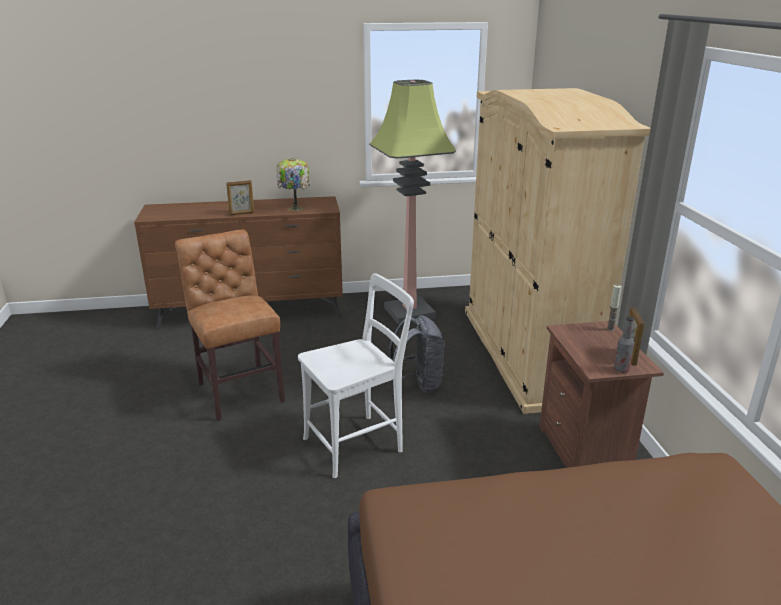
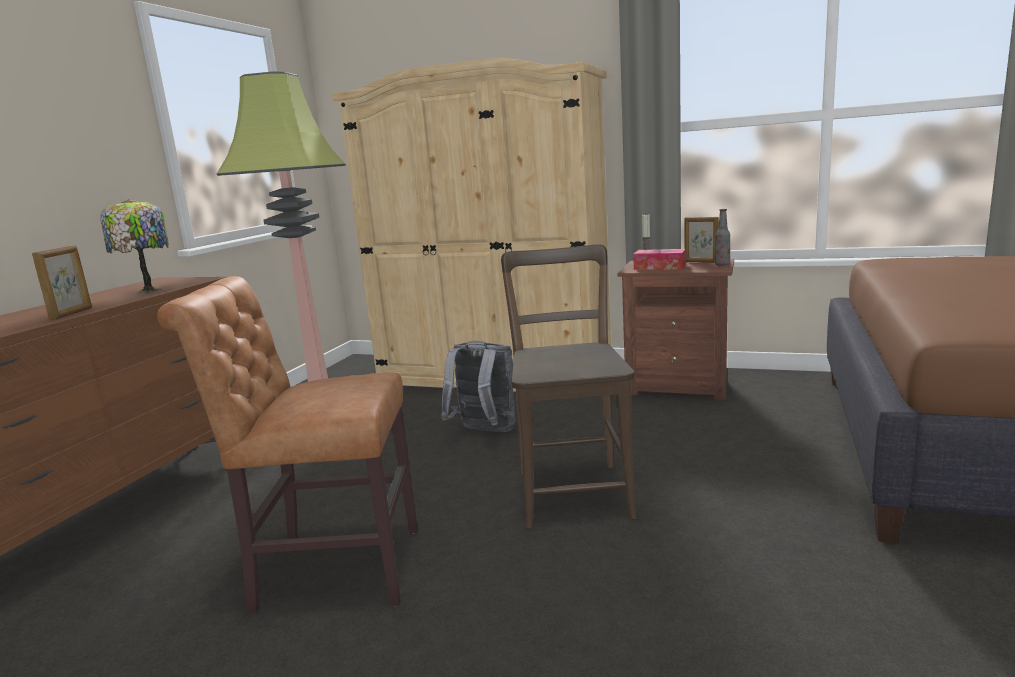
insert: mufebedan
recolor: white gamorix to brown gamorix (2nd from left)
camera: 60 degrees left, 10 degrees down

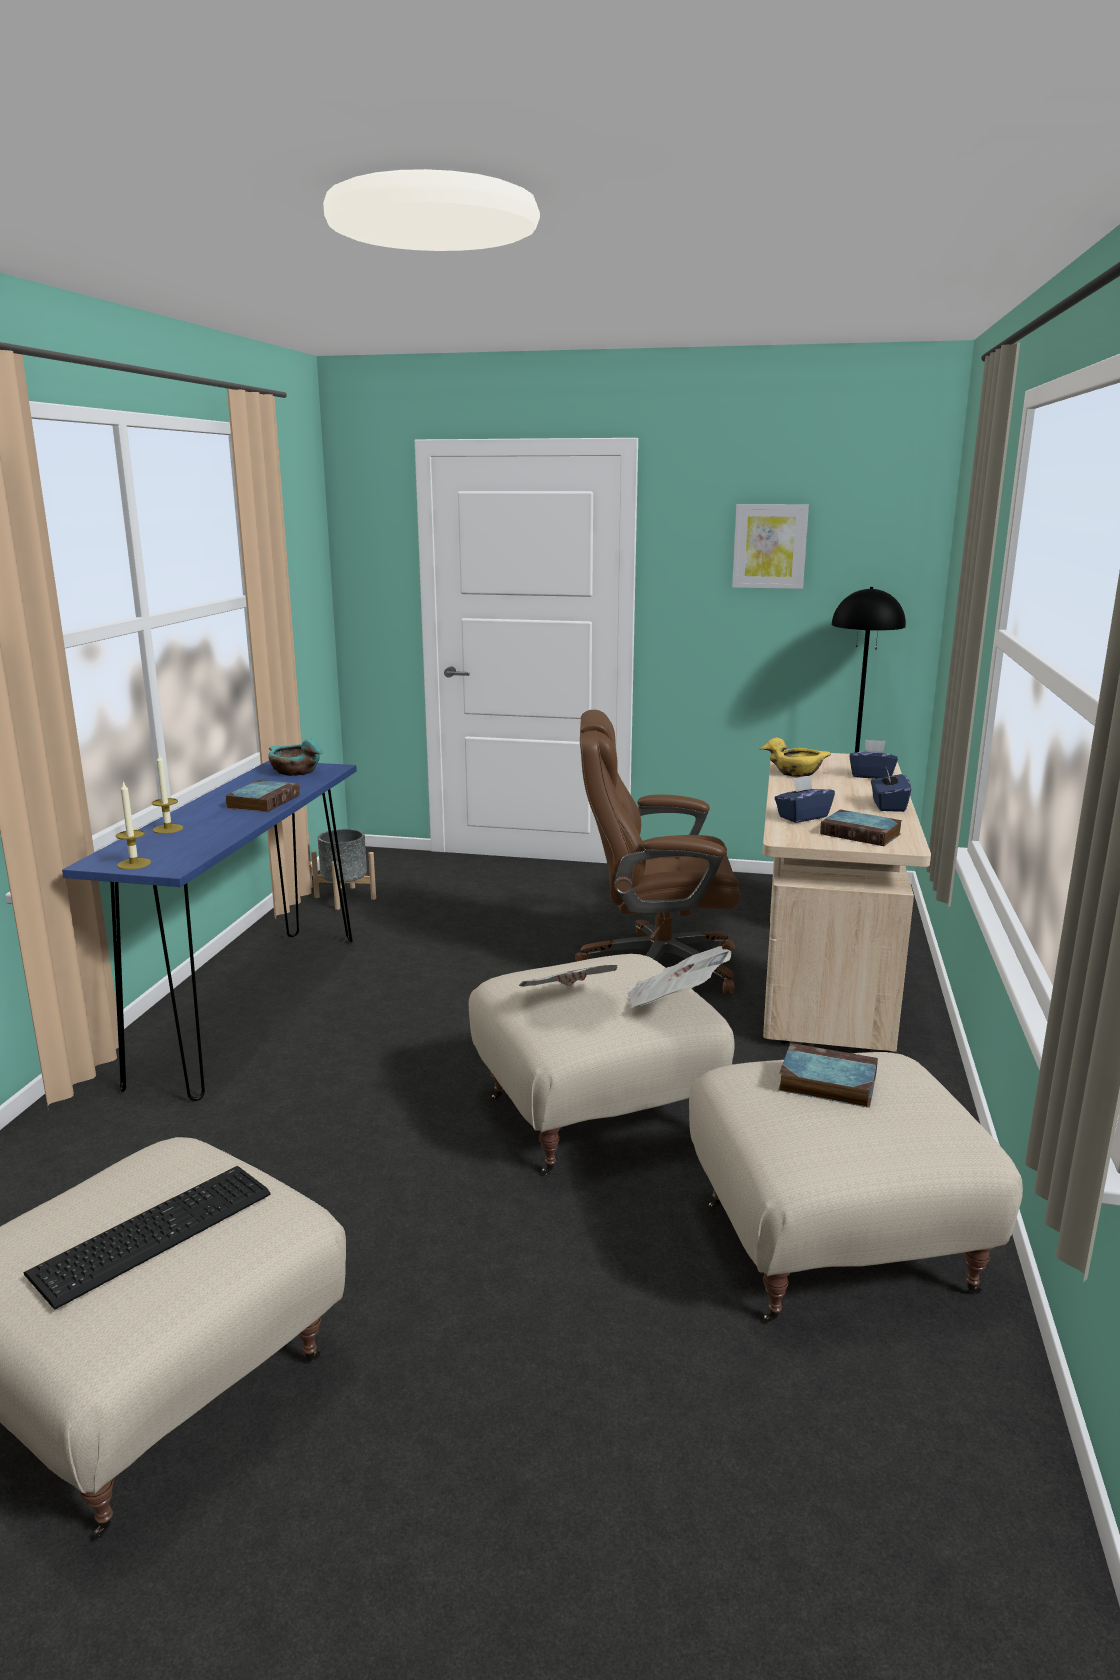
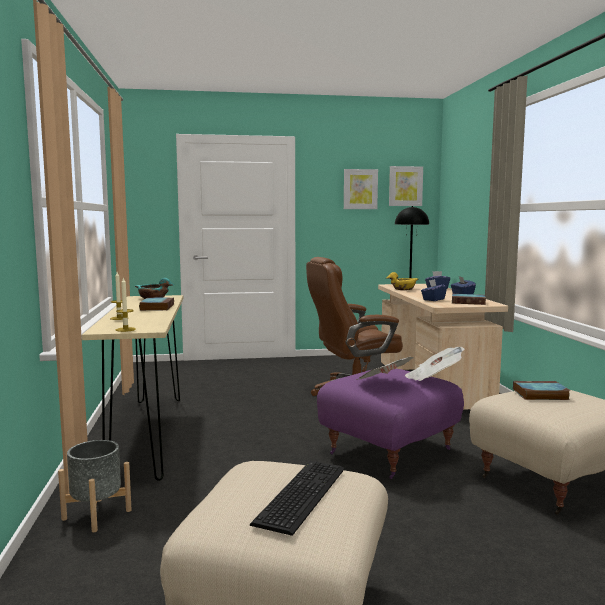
insert: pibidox (2nd from left)
move: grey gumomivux
recolor: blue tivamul to beige tivamul; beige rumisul (2nd from left) to purple rumisul
camera: 20 degrees left, 10 degrees down

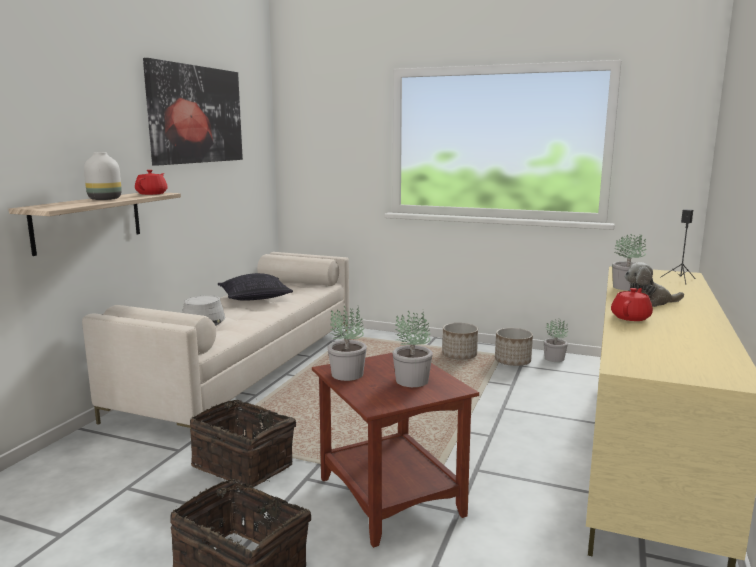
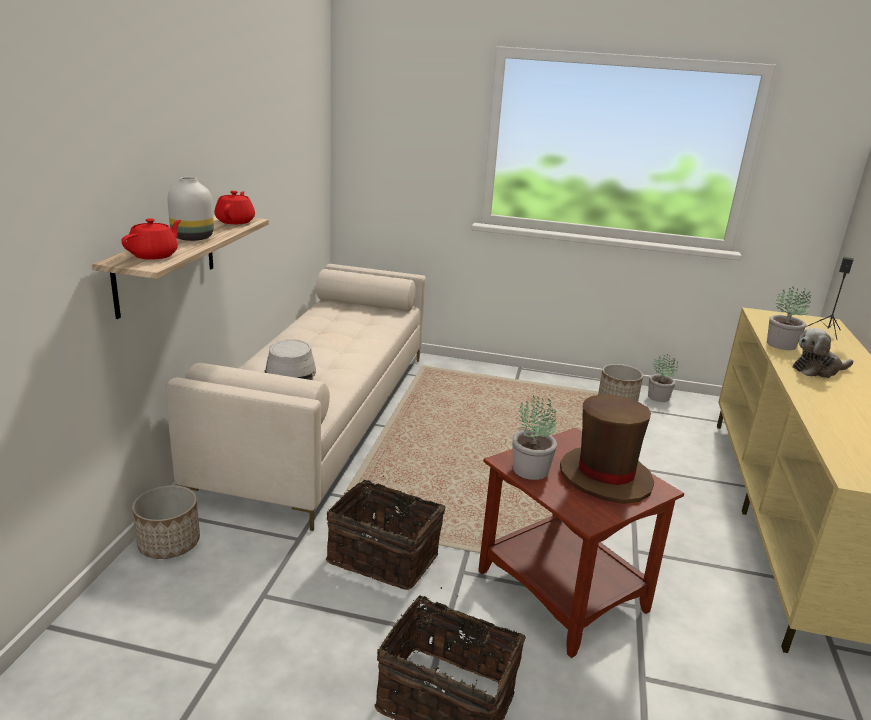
delete: pibidox; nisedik
move: gumomivux (1st from left); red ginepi (2nd from left in the first image) to red ginepi (1st from left)
replace: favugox (2nd from left) to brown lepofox
camera: 10 degrees left, 10 degrees up

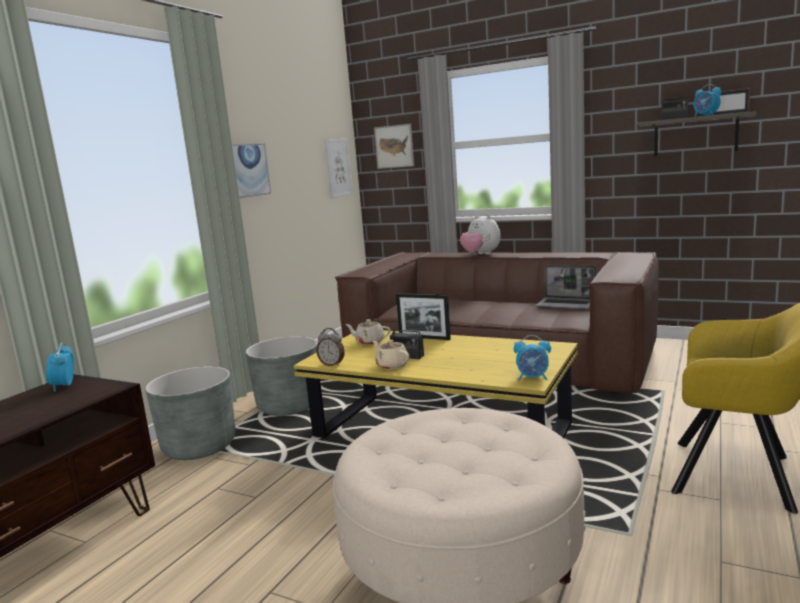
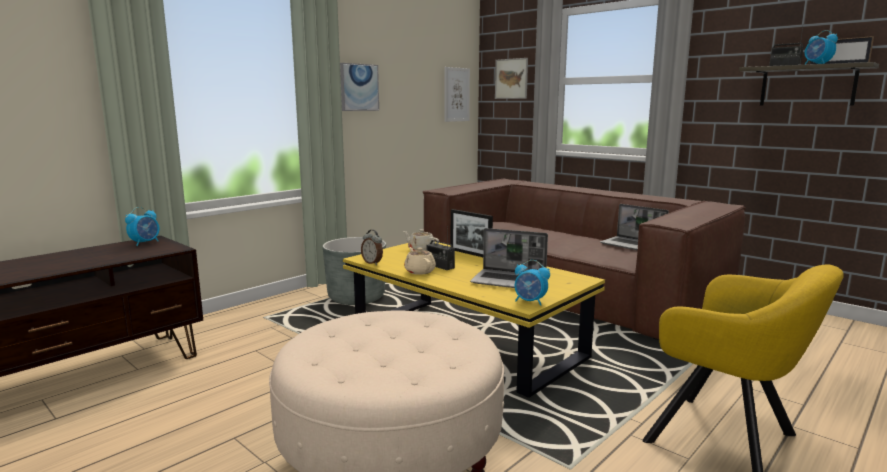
delete: grey gumomivux (1st from left); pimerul
insert: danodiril (1st from left)
rotate: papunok (1st from left) 150 degrees counterclockwise
camera: 15 degrees right, 0 degrees up

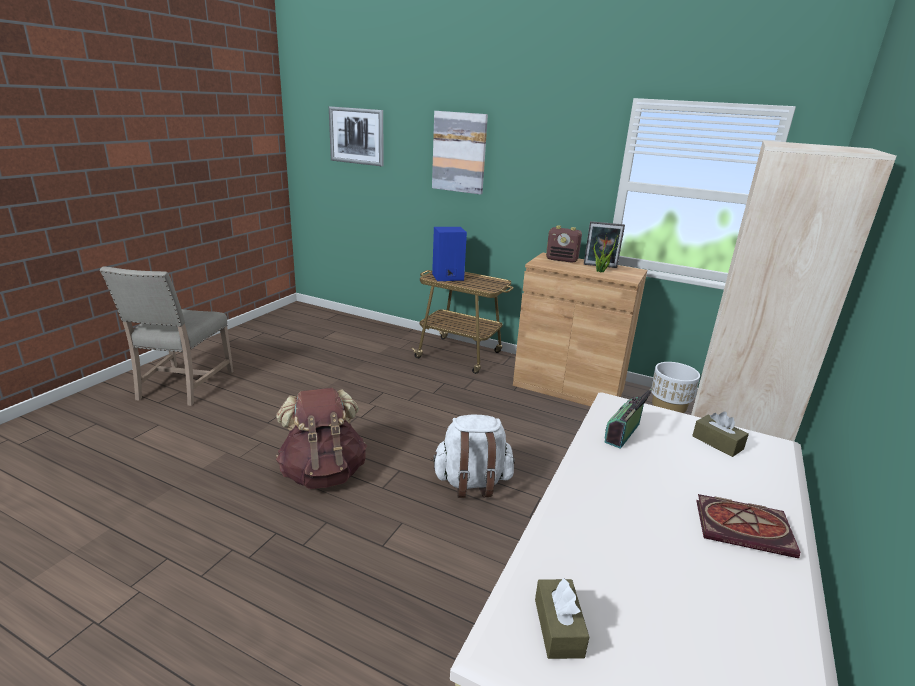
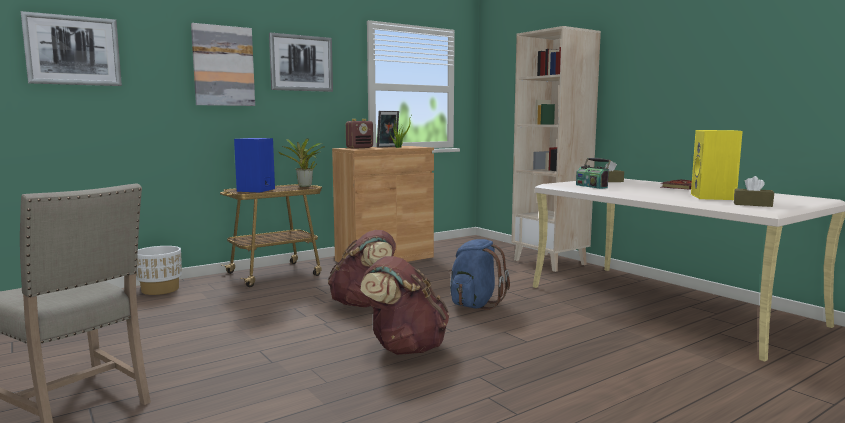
insert: pibidox (3rd from left); favugox (1st from left); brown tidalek (1st from left); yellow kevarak
move: white gumomivux
recolor: white tidalek to blue tidalek
camera: 60 degrees left, 15 degrees down

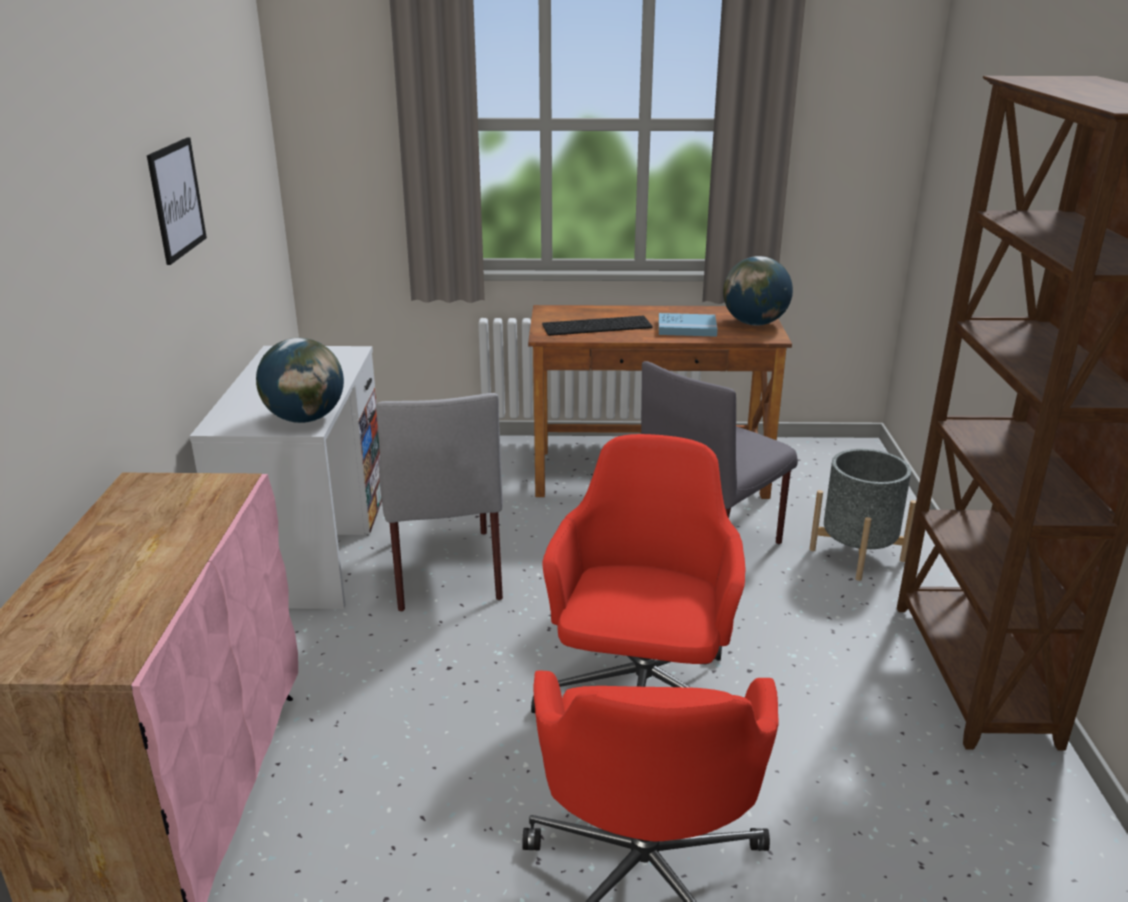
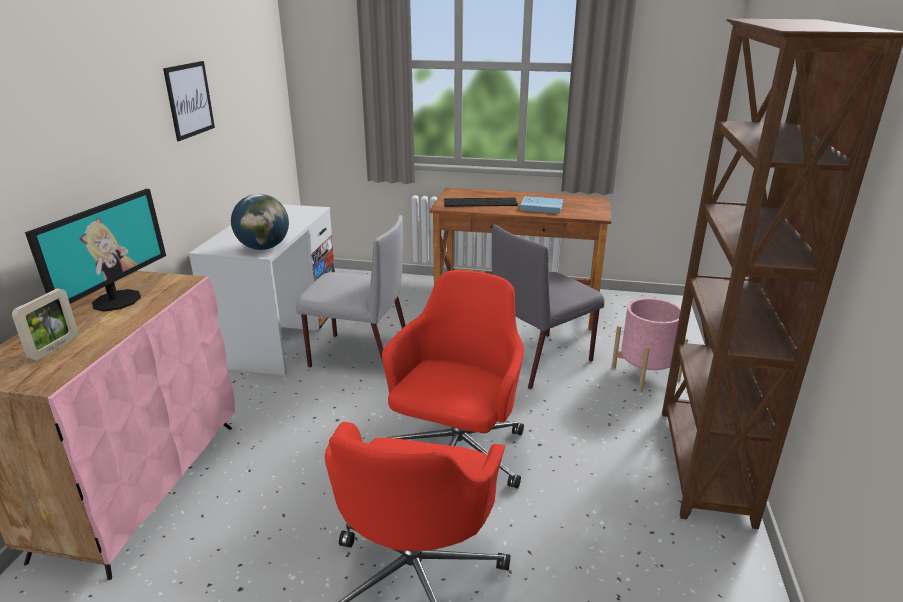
delete: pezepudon (2nd from left)
insert: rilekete; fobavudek
recolor: grey gumomivux to pink gumomivux
rotate: grey gamorix (1st from left) 75 degrees counterclockwise
camera: 10 degrees right, 0 degrees up

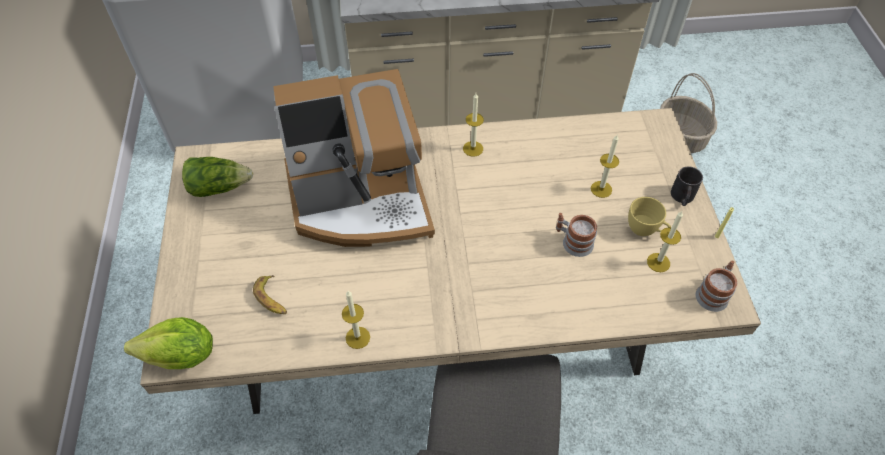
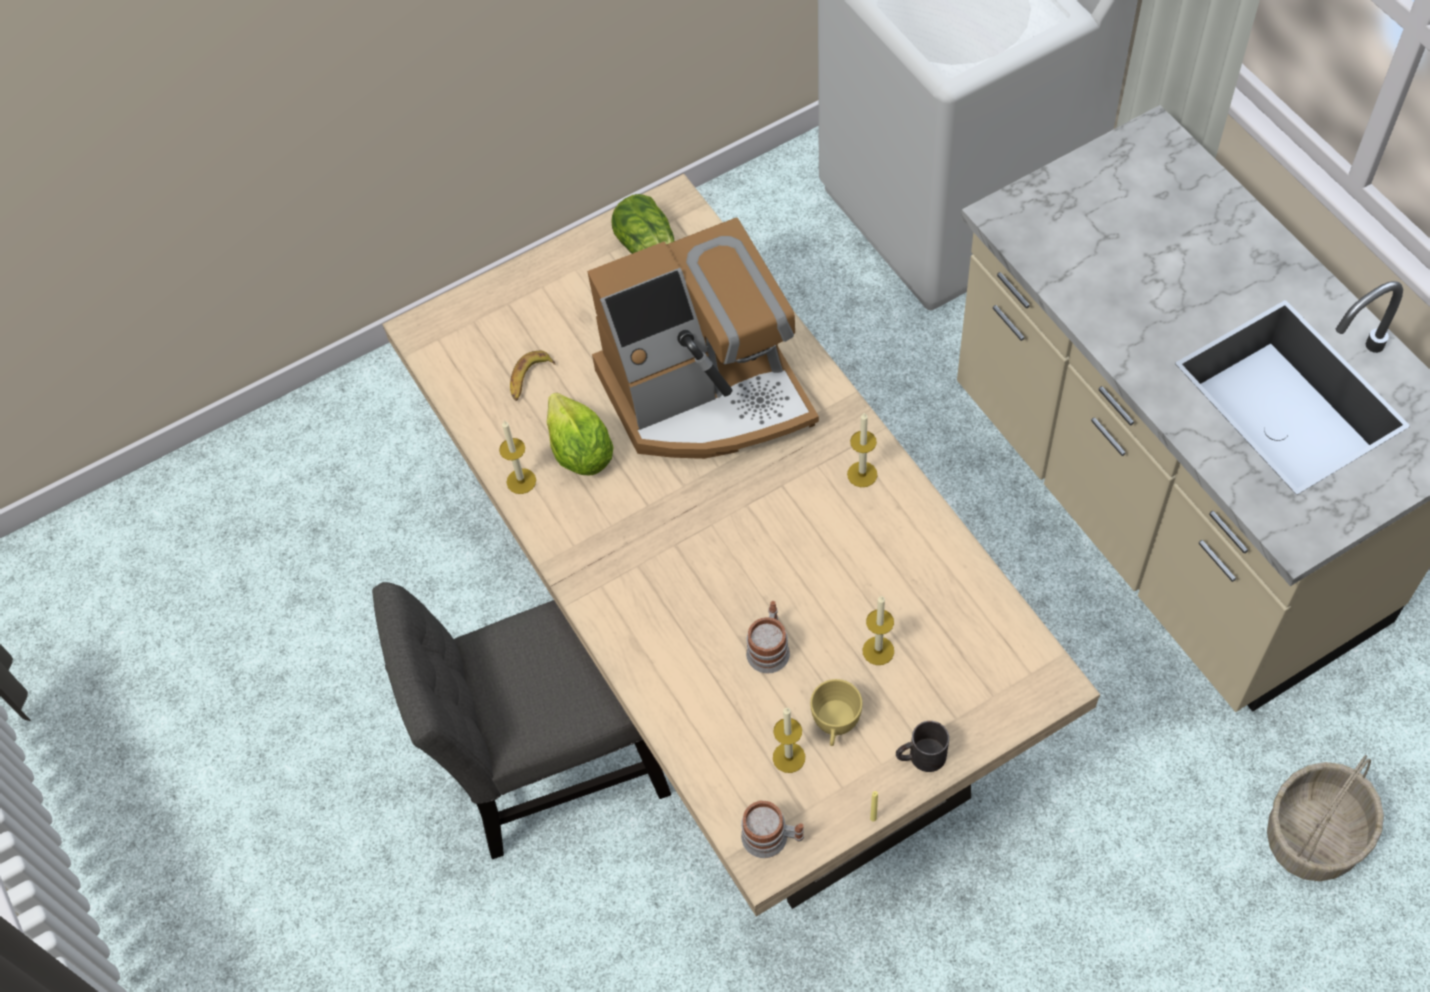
move: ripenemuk (1st from left)
rotate: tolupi 75 degrees counterclockwise
camera: 70 degrees right, 5 degrees up

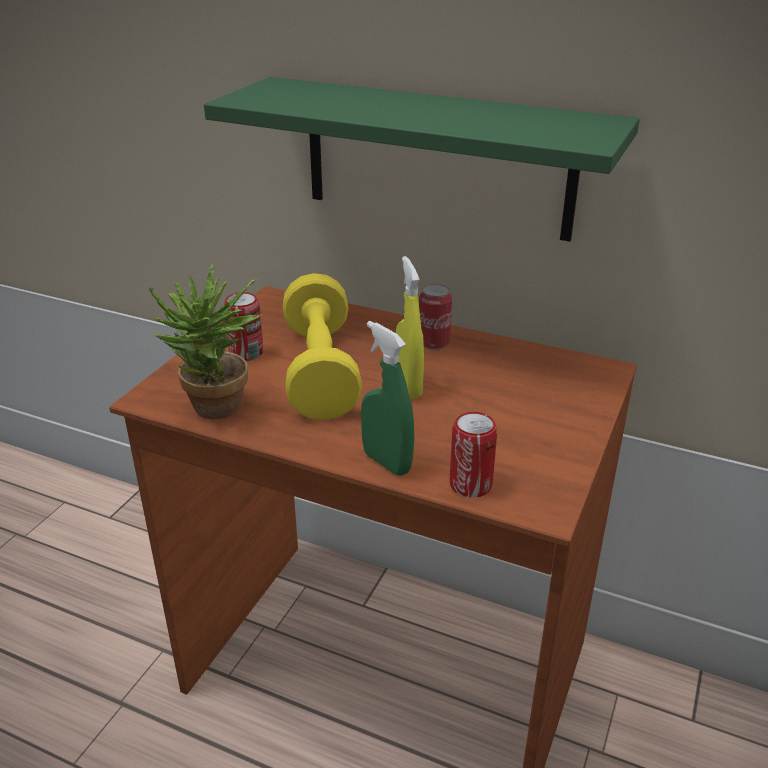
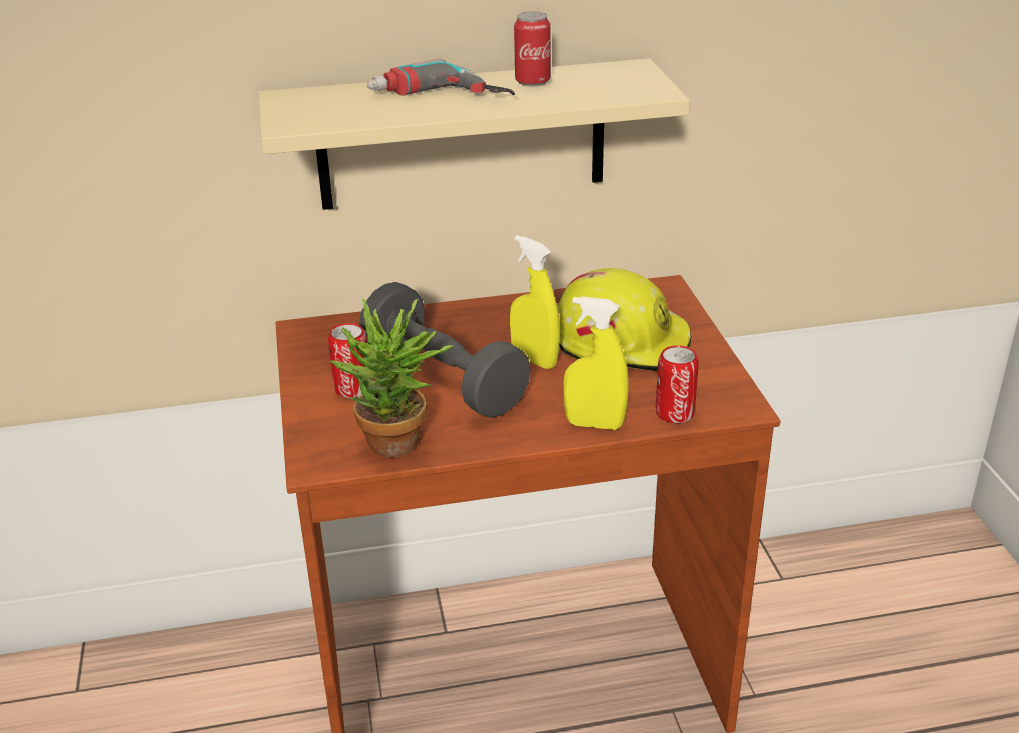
insert: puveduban; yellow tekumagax
move: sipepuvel (2nd from left)
recolor: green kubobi to beige kubobi; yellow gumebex to grey gumebex; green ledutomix to yellow ledutomix (2nd from left)
camera: 35 degrees left, 0 degrees up

